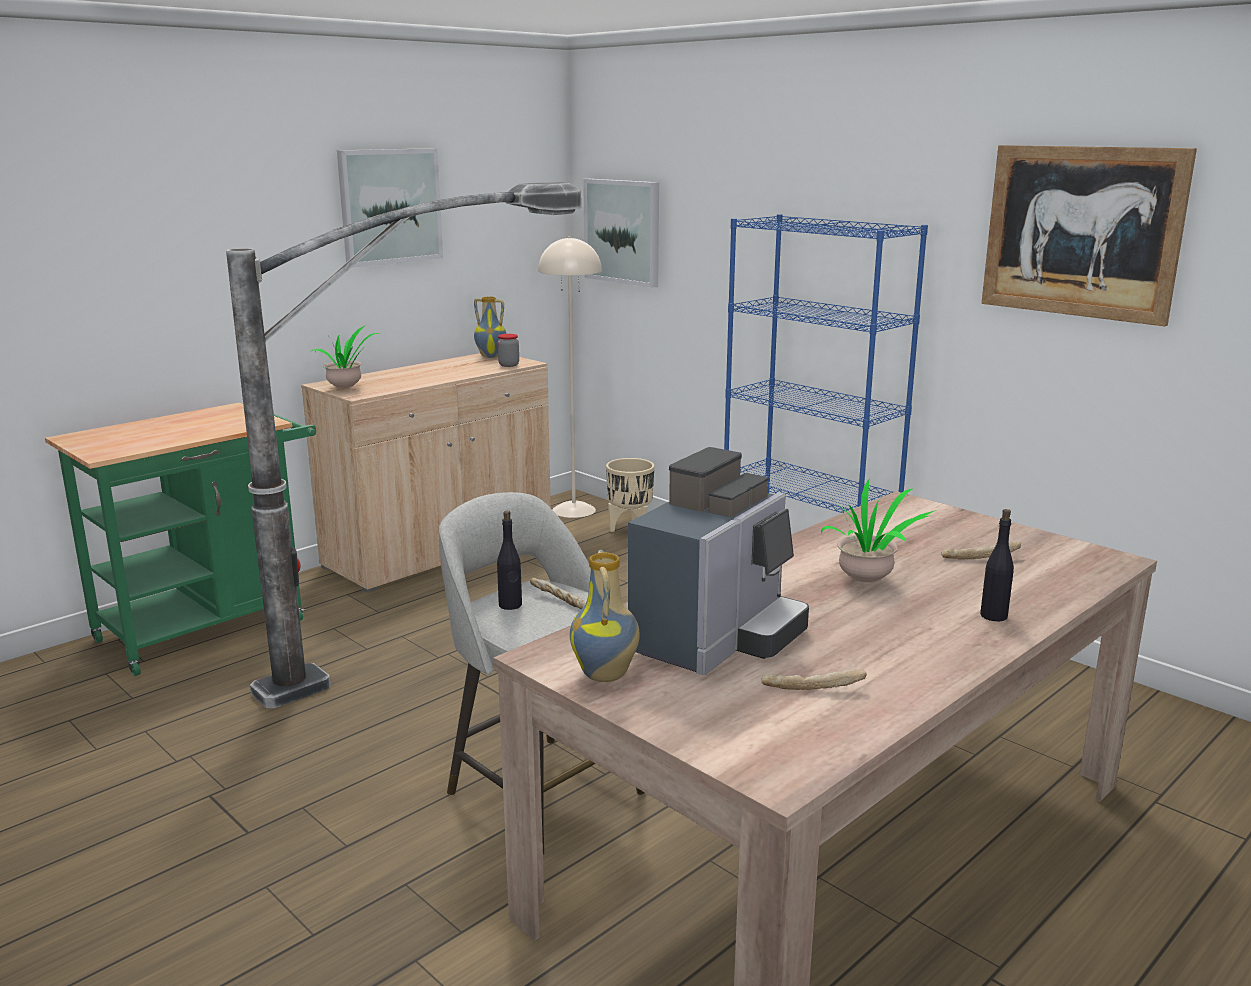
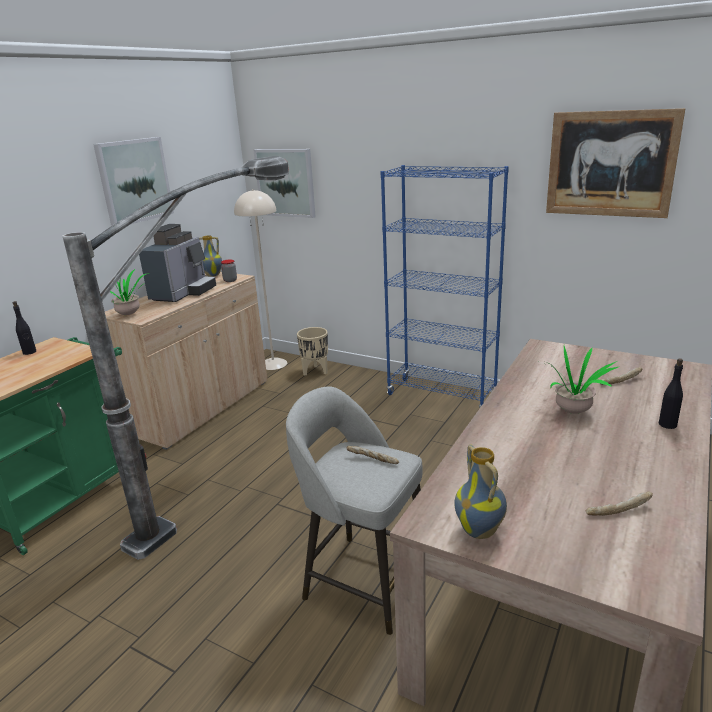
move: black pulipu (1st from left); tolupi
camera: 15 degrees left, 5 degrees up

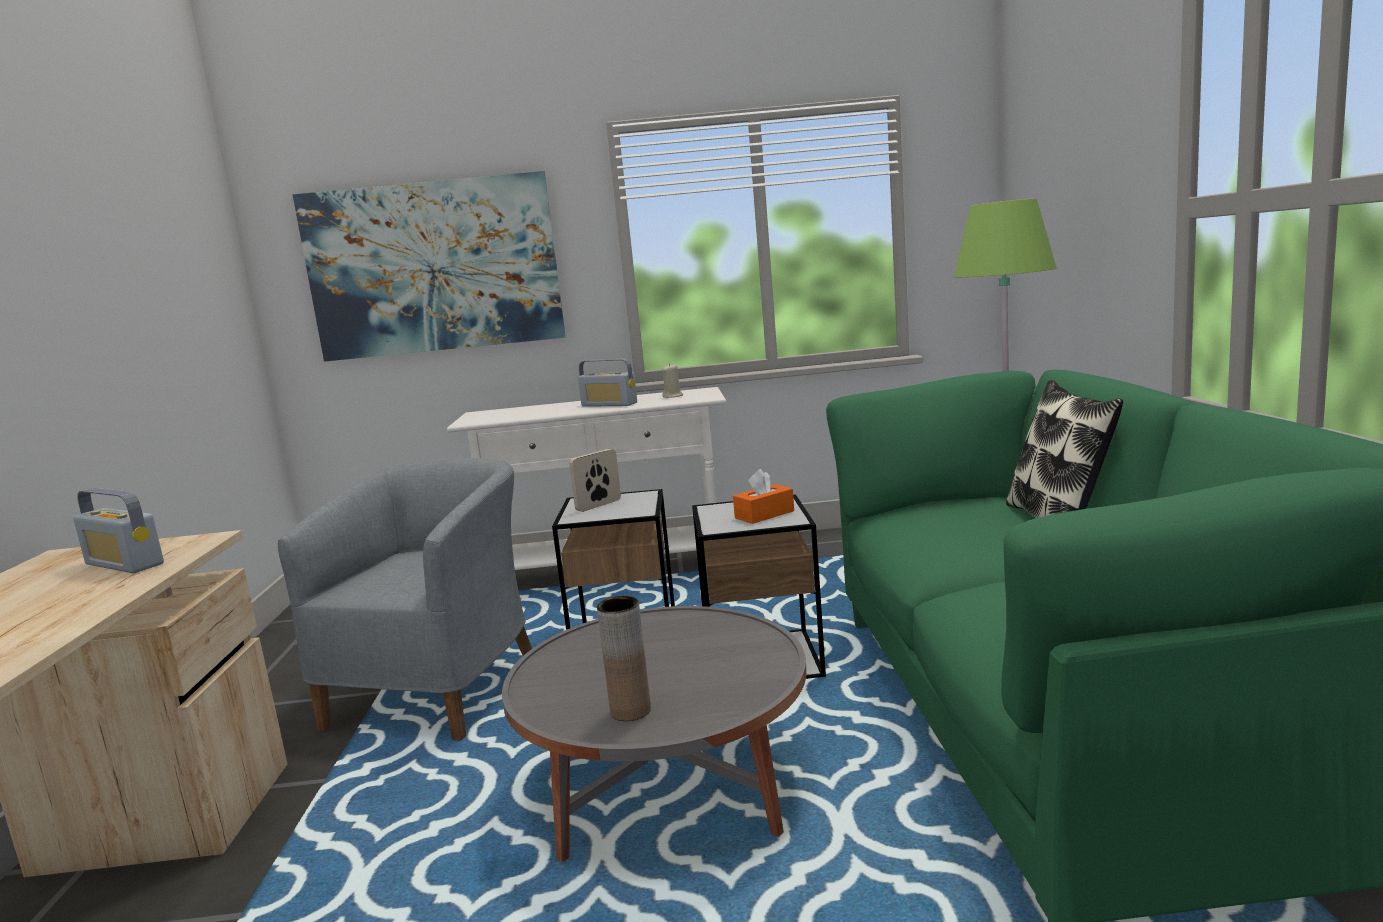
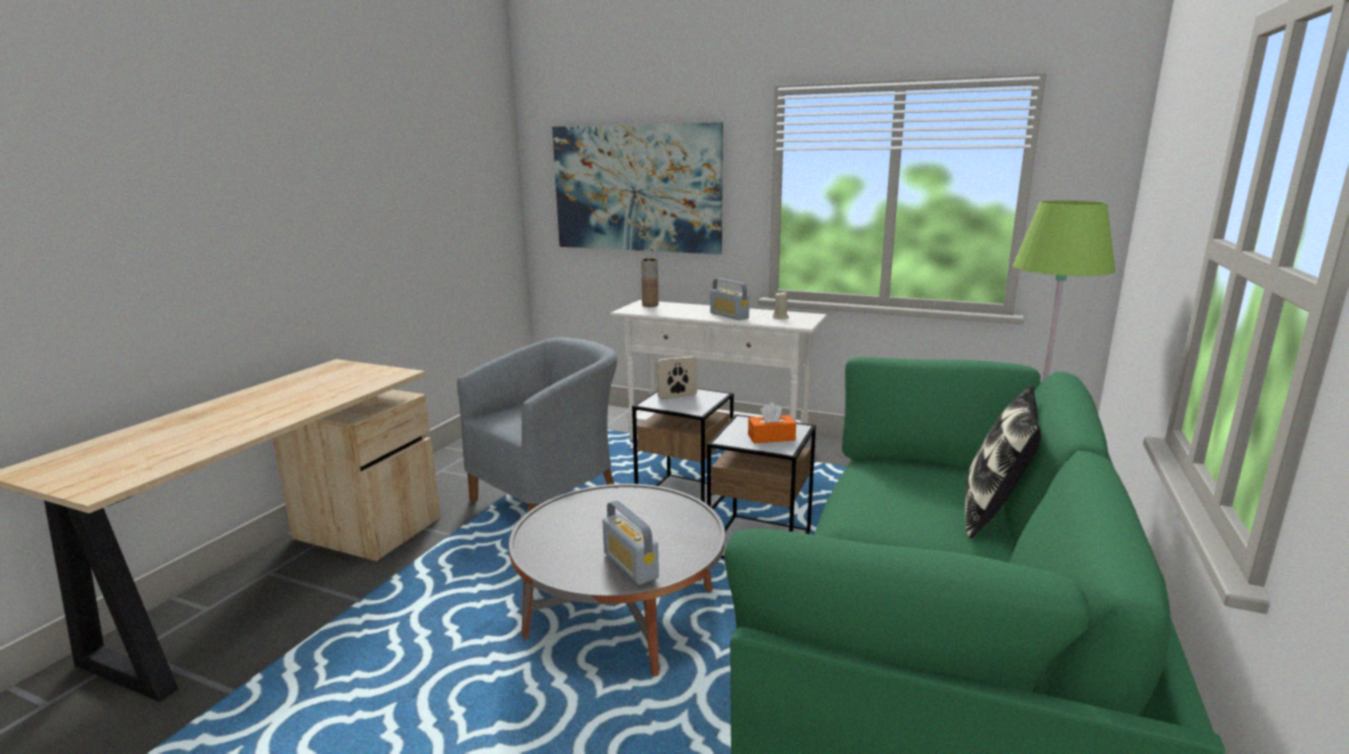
move: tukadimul (1st from left); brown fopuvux
camera: 25 degrees right, 5 degrees up

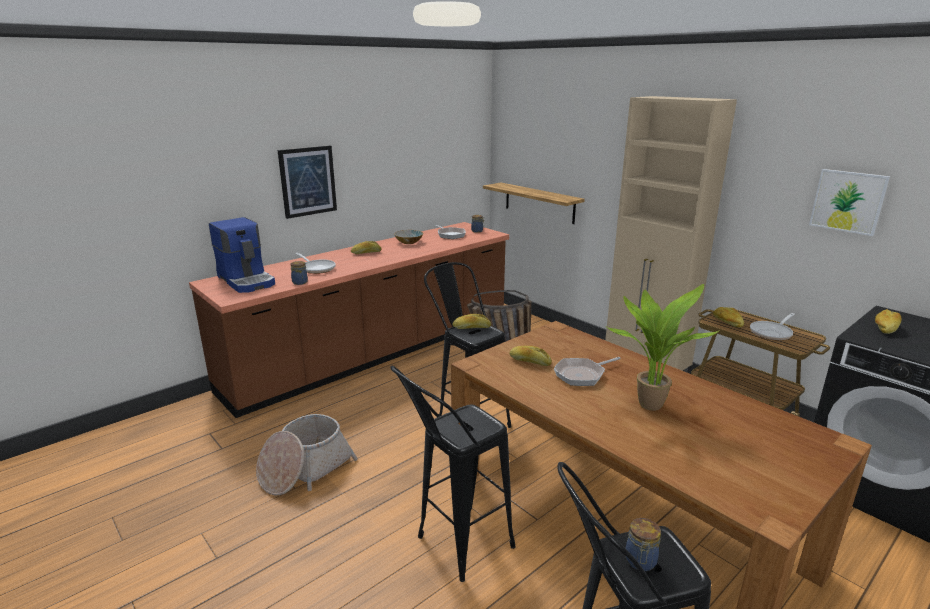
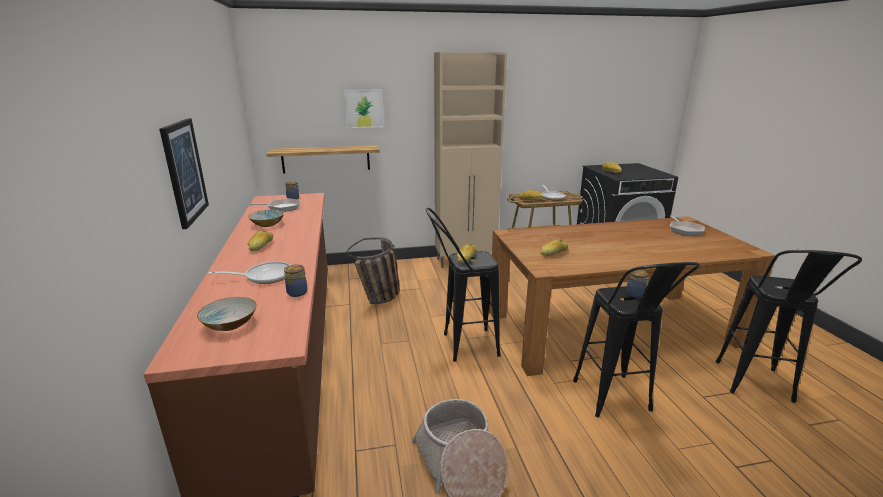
delete: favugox
move: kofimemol (3rd from left in the first image) to kofimemol (4th from left); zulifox (3rd from left); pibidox (2nd from left)
replace: tolupi to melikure (1st from left)
camera: 60 degrees left, 0 degrees up

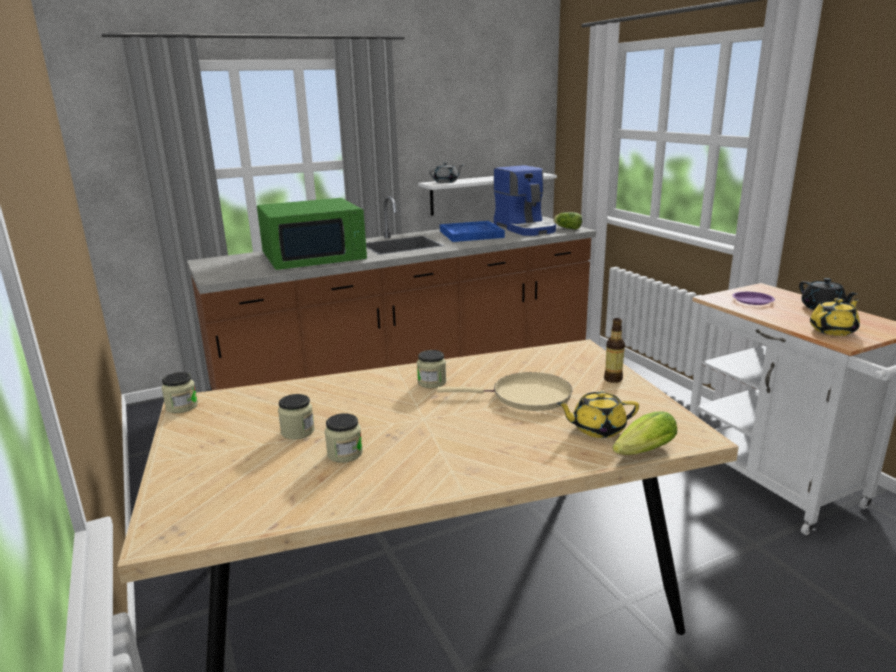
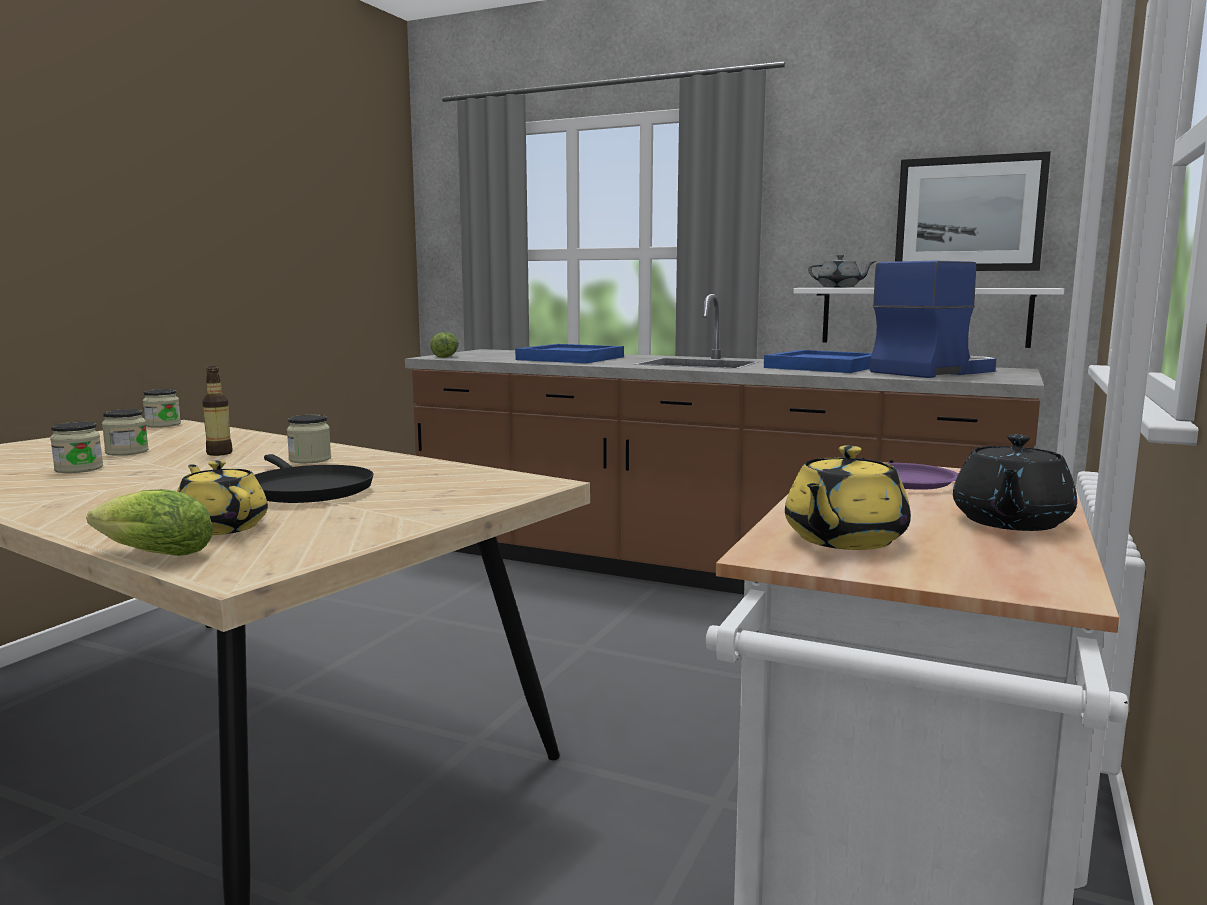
insert: pibidox
move: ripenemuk (1st from left in the first image) to ripenemuk (2nd from left); pulipu
replace: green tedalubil to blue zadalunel (1st from left)
recolor: beige kofimemol to black kofimemol
rotate: tolupi 150 degrees counterclockwise; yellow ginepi (2nd from left) 105 degrees clockwise
camera: 50 degrees right, 10 degrees down

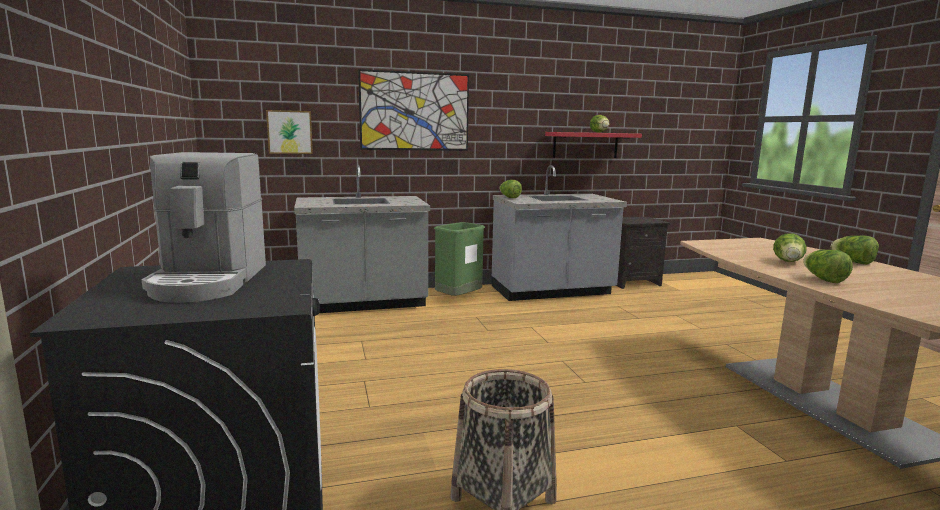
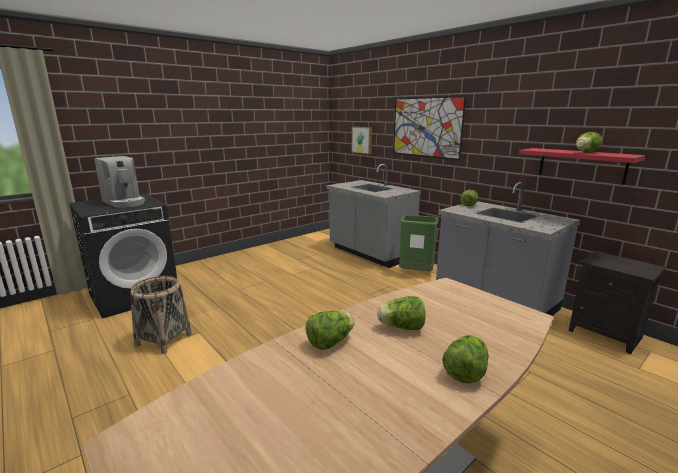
rotate: tolupi 105 degrees counterclockwise
camera: 65 degrees right, 5 degrees up

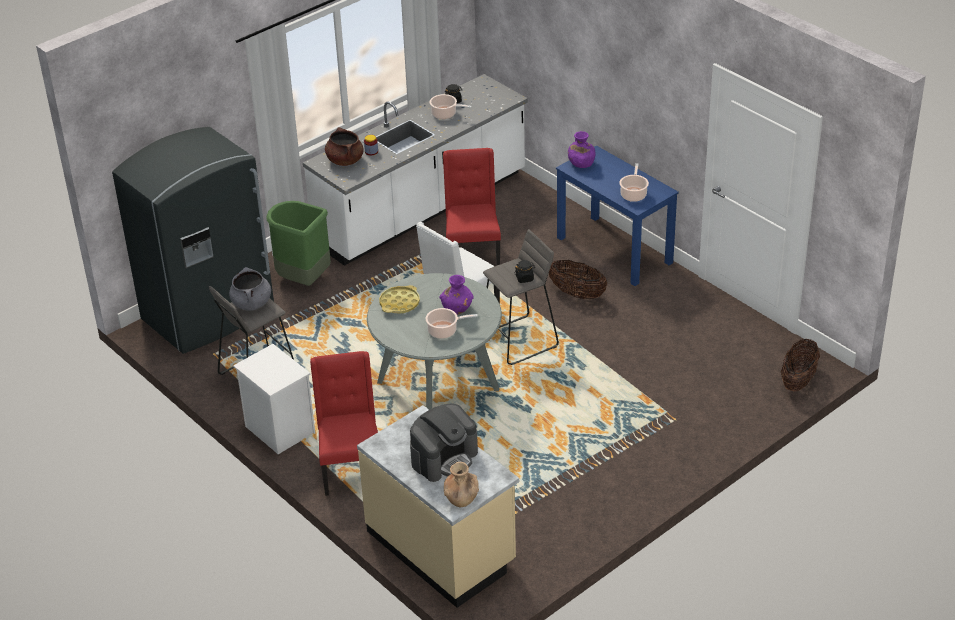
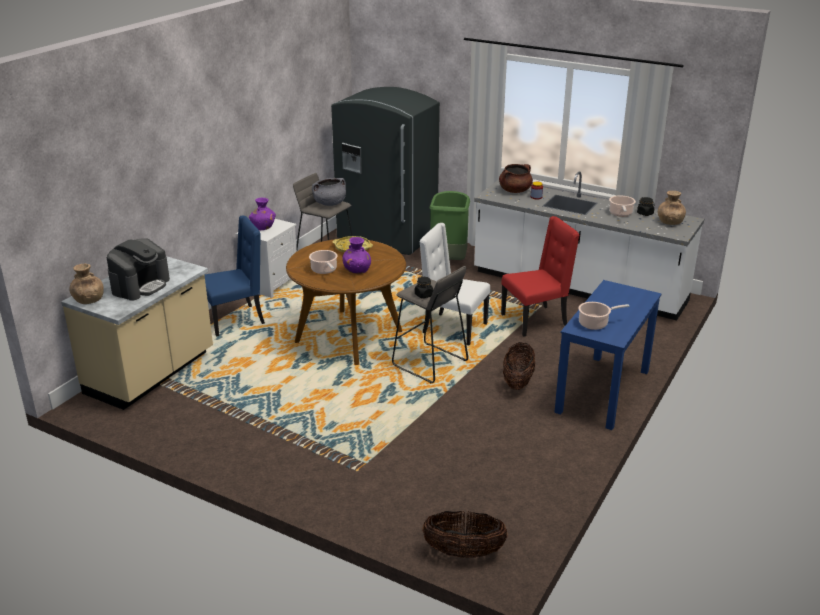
insert: brown fopuvux (2nd from left)
move: purple fopuvux (2nd from left in the first image) to purple fopuvux (1st from left)
recolor: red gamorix (1st from left) to blue gamorix; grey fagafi to brown fagafi
rotate: tolupi 90 degrees counterclockwise
camera: 70 degrees right, 10 degrees down

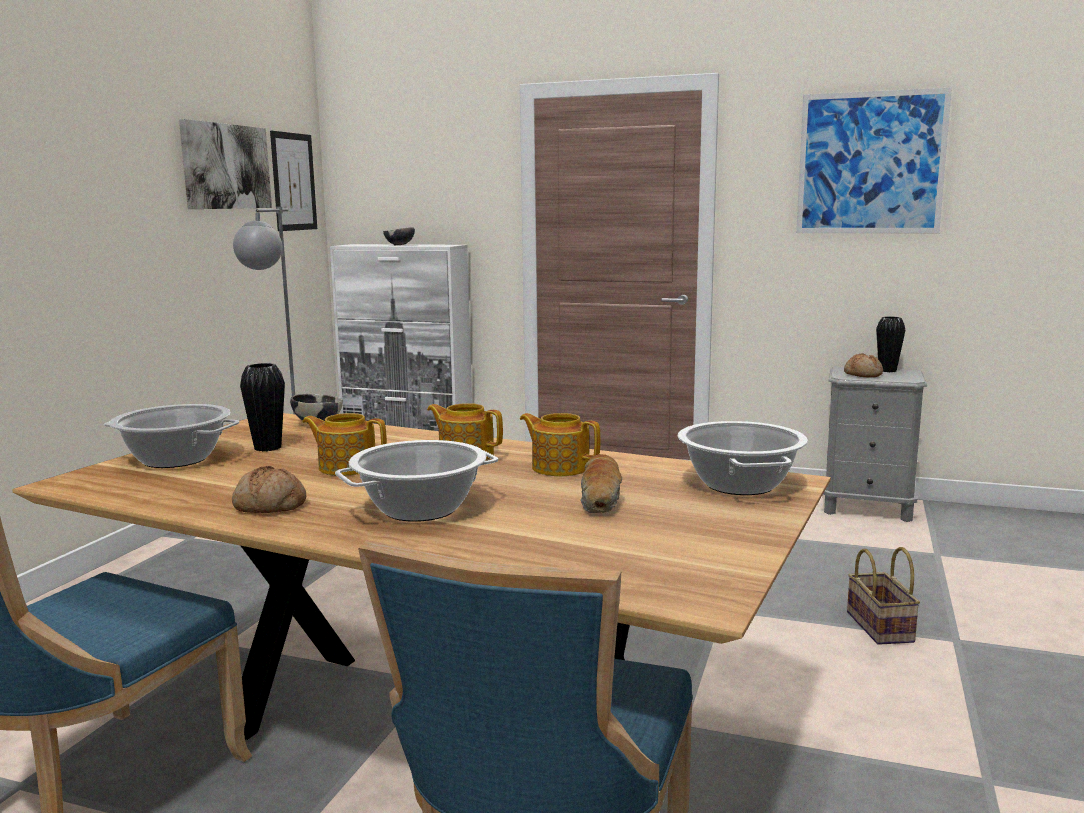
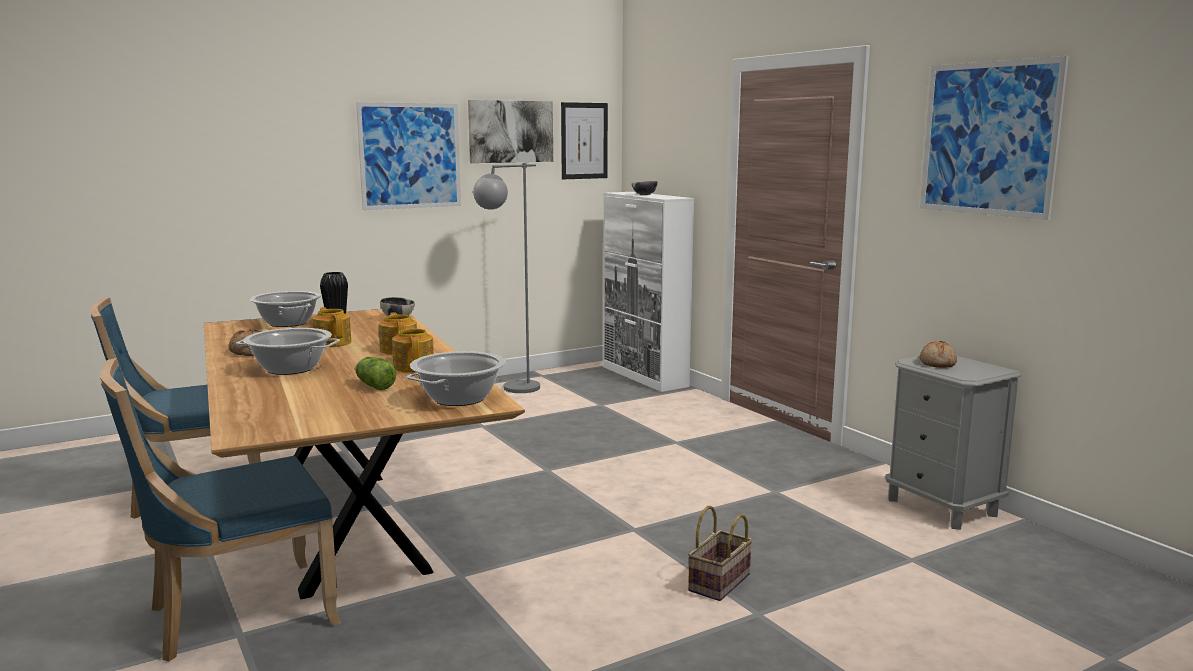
delete: black fopuvux (2nd from left)
insert: pibidox (1st from left)
replace: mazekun (2nd from left) to ripenemuk
camera: 40 degrees right, 0 degrees up

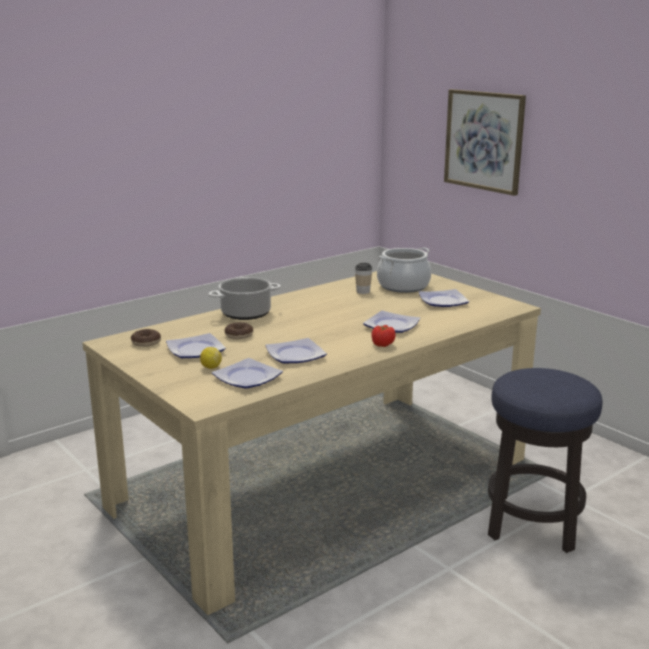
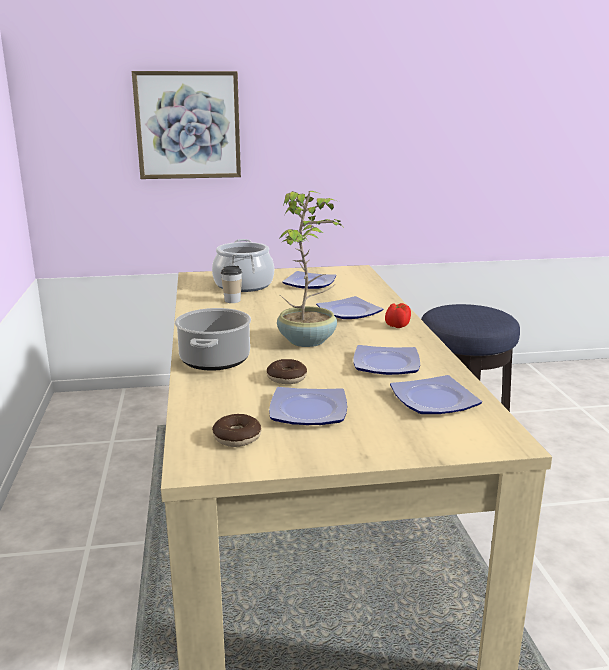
delete: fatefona
insert: favugox
camera: 60 degrees left, 0 degrees up

